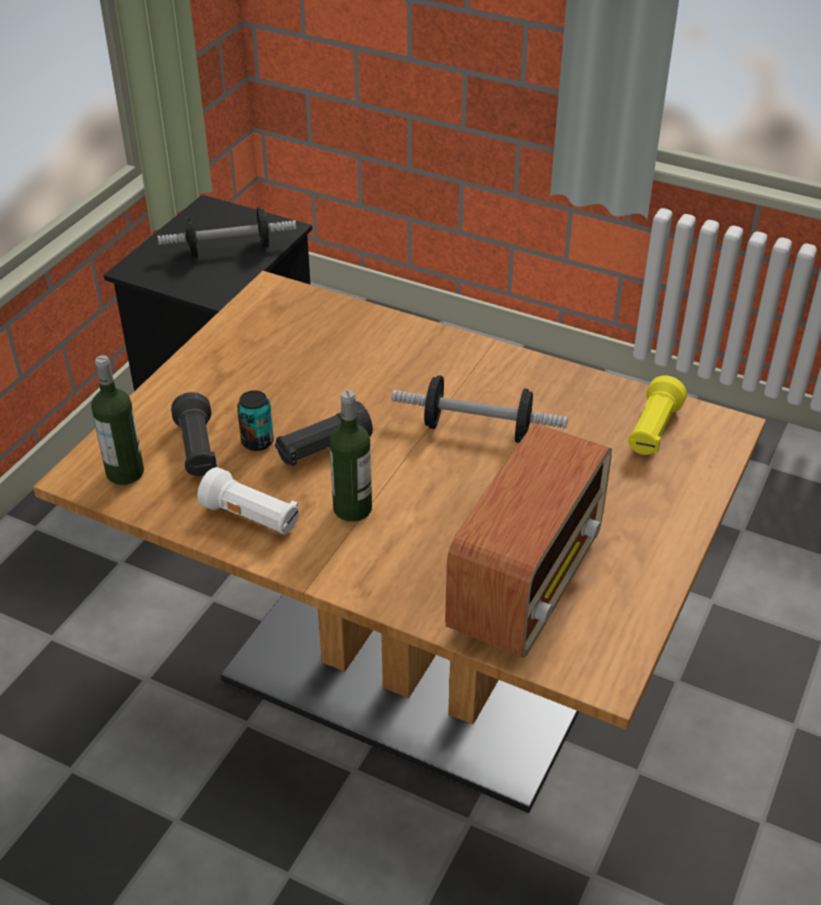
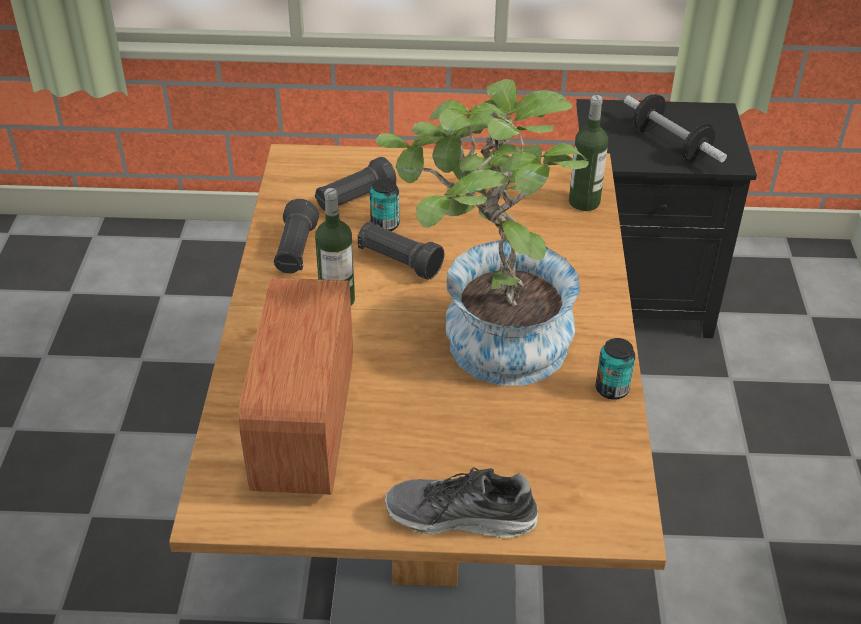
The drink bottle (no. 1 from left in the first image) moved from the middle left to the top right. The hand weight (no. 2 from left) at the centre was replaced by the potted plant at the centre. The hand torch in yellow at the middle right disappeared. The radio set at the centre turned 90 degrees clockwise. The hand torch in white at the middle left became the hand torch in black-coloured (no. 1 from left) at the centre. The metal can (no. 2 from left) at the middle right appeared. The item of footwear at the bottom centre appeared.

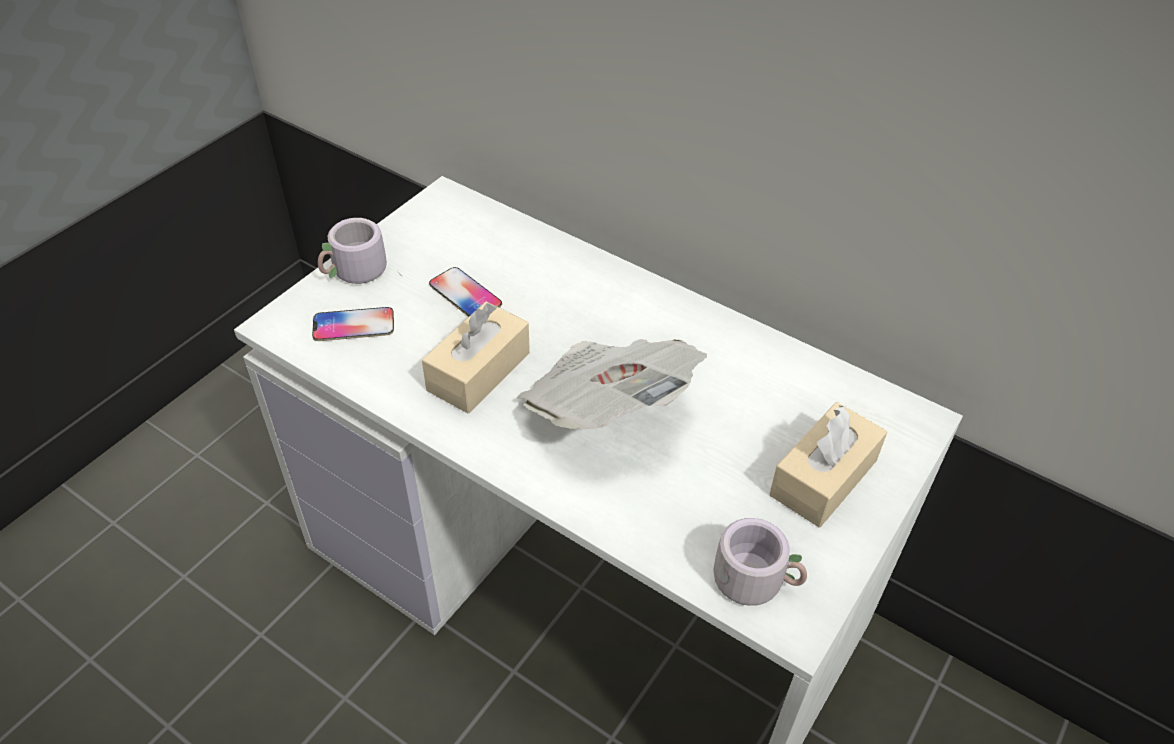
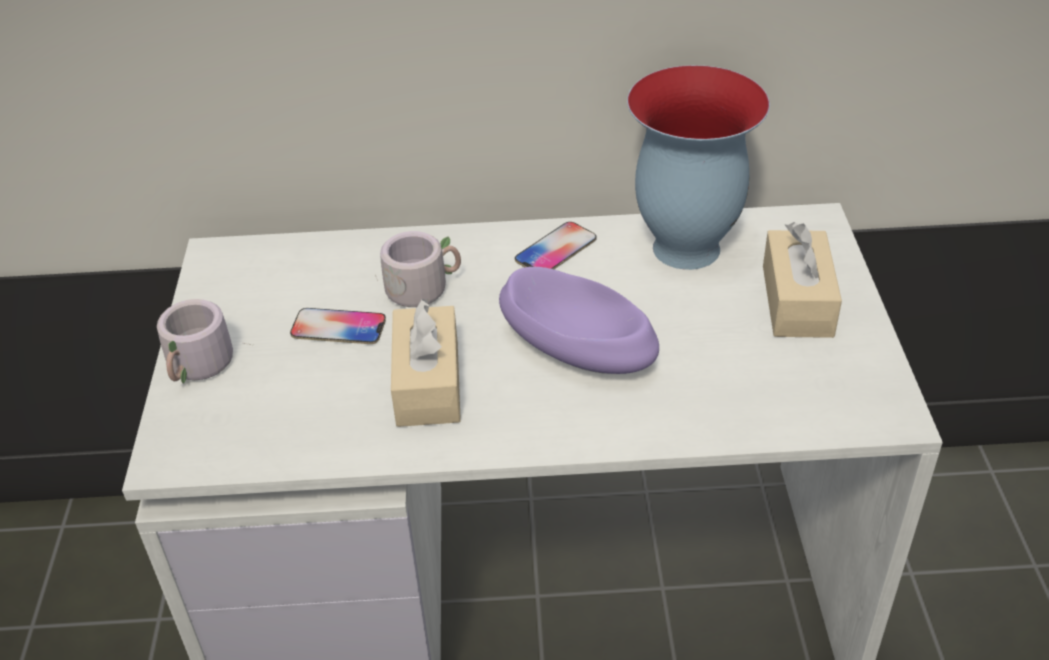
The phone (no. 1 from left in the first image) moved from the middle left to the centre. The daily paper at the centre was replaced by the serving bowl in purple at the centre. The tea mug in greyish (no. 2 from left) moved from the bottom centre to the centre. The decorative vase at the top centre appeared.

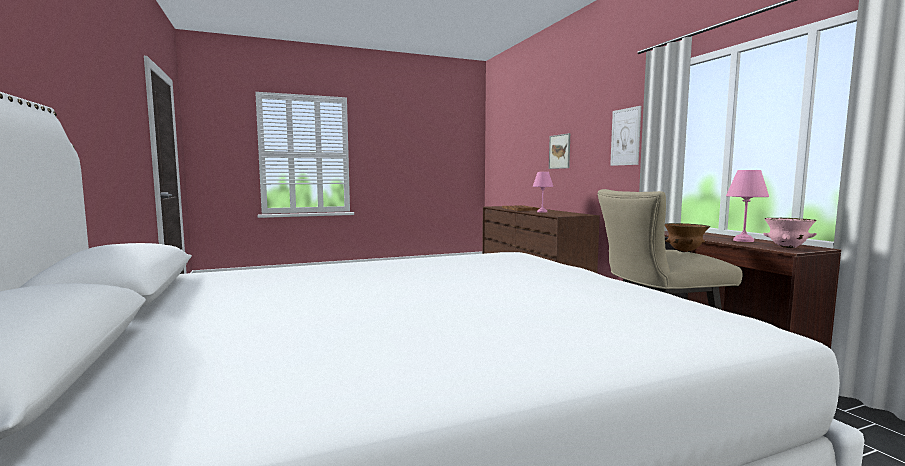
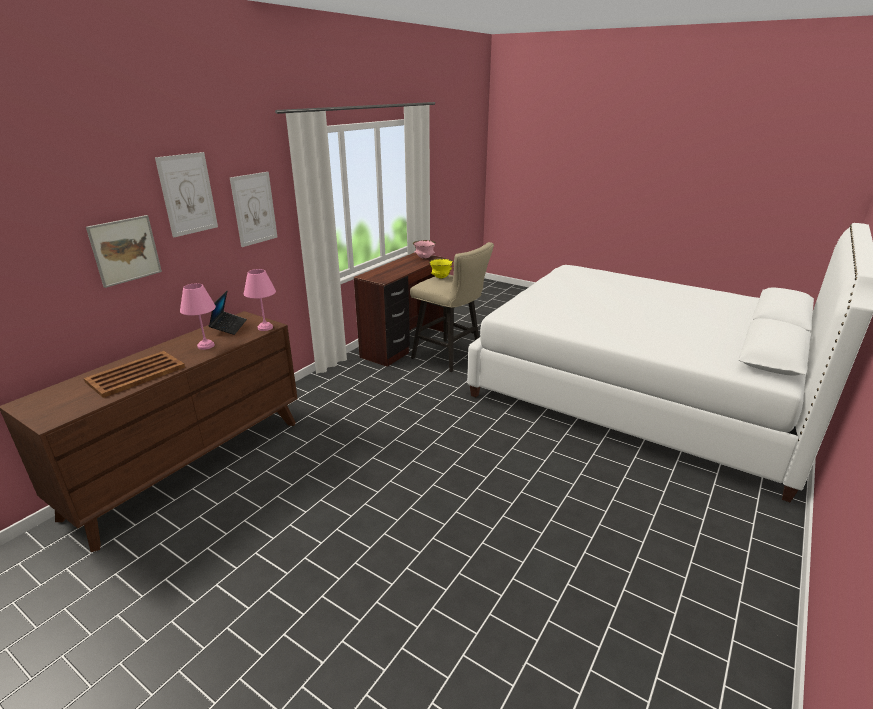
The tabletop lamp in pinkish (no. 2 from left) moved from the middle right to the middle left. The serving bowl in brownish at the middle right became the serving bowl in yellow at the centre. The picture (no. 2 from left) at the top left appeared. The portable computer at the middle left appeared.

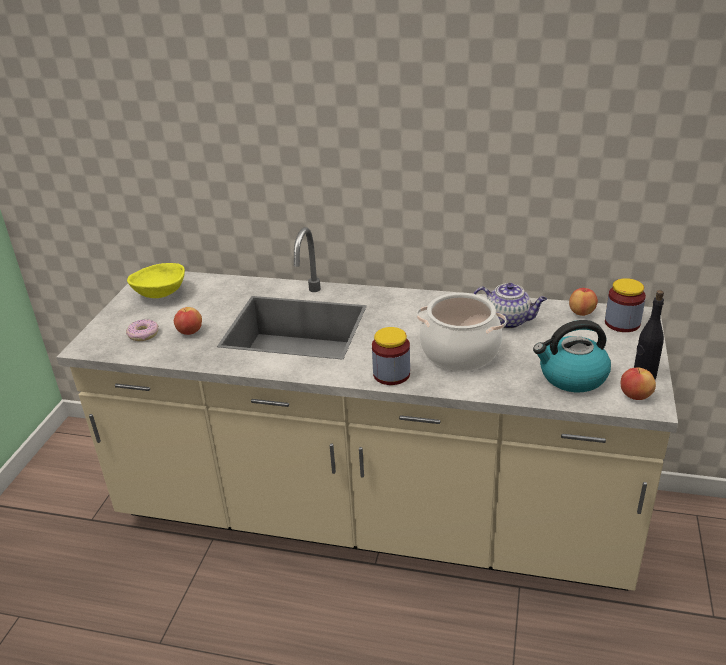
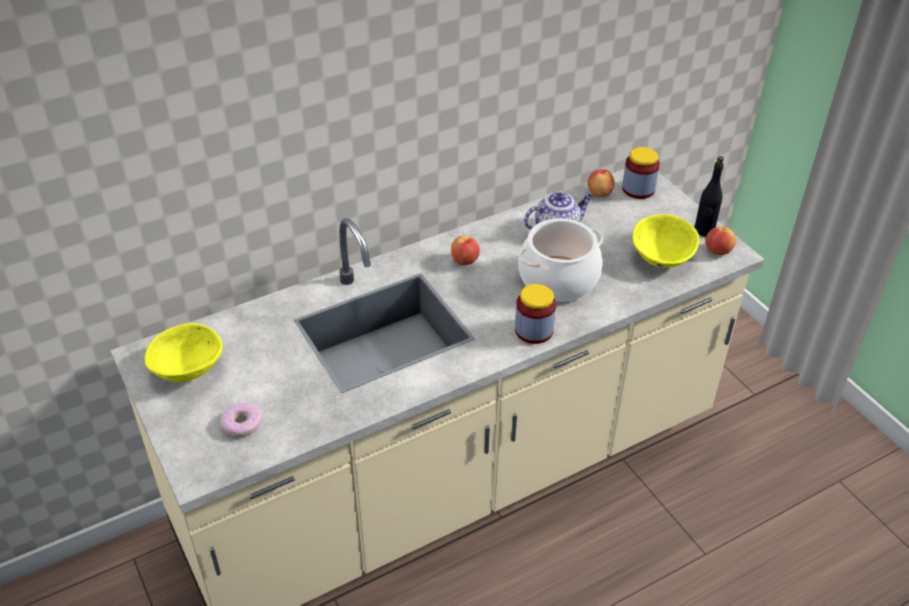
The apple (no. 1 from left) moved from the middle left to the centre. The kettle at the middle right was replaced by the serving bowl in yellow (no. 2 from left) at the middle right.

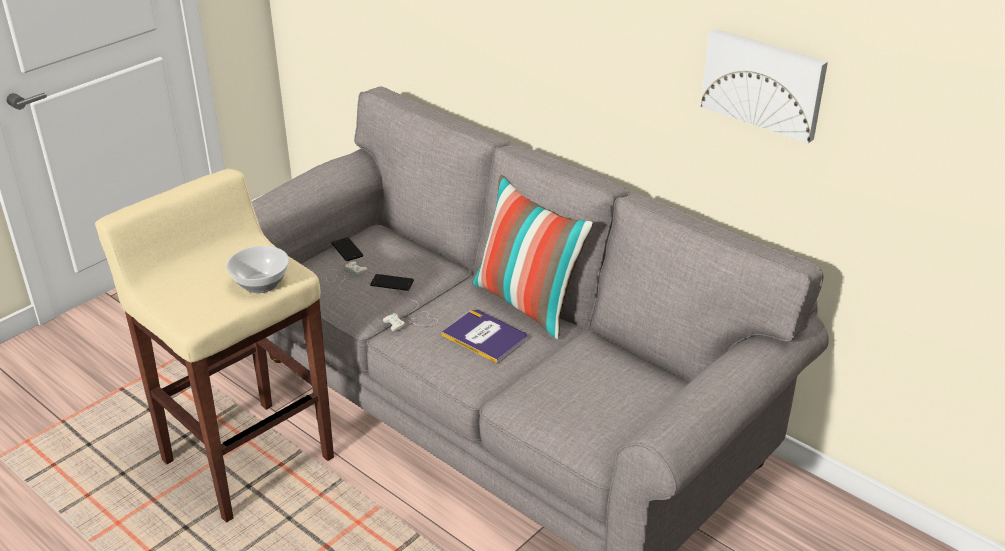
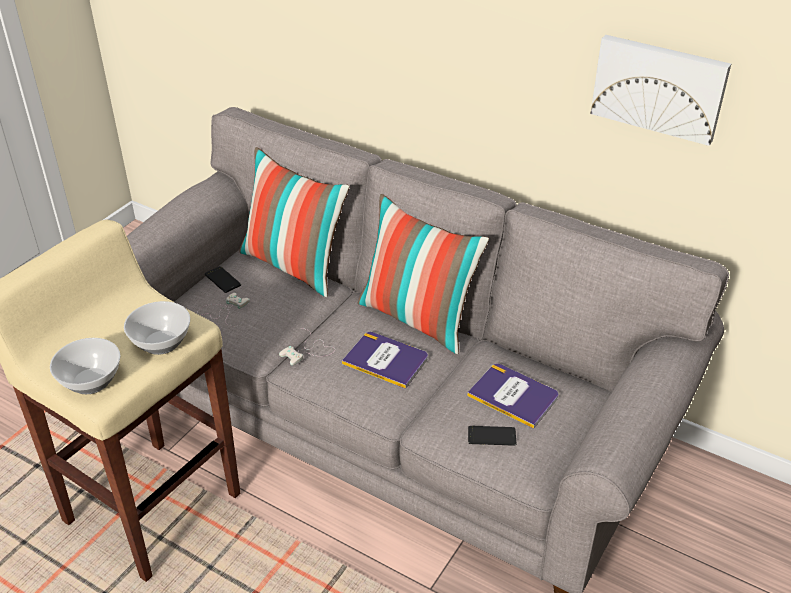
The phone (no. 2 from left) moved from the centre to the bottom centre. The pillow (no. 1 from left) at the centre appeared. The serving bowl (no. 1 from left) at the middle left appeared. The book (no. 2 from left) at the bottom centre appeared.

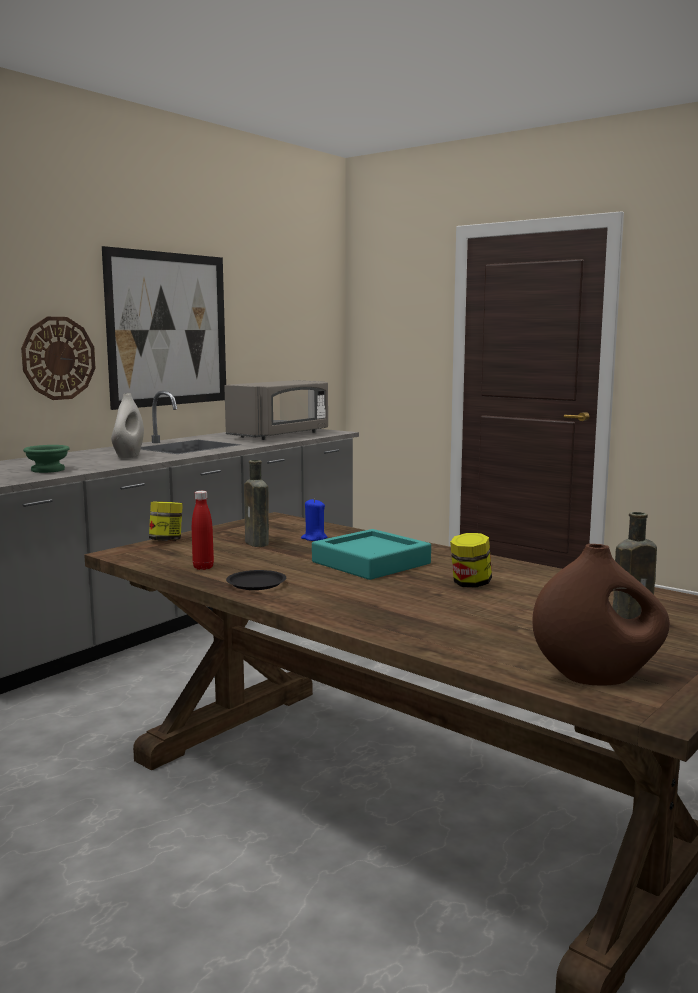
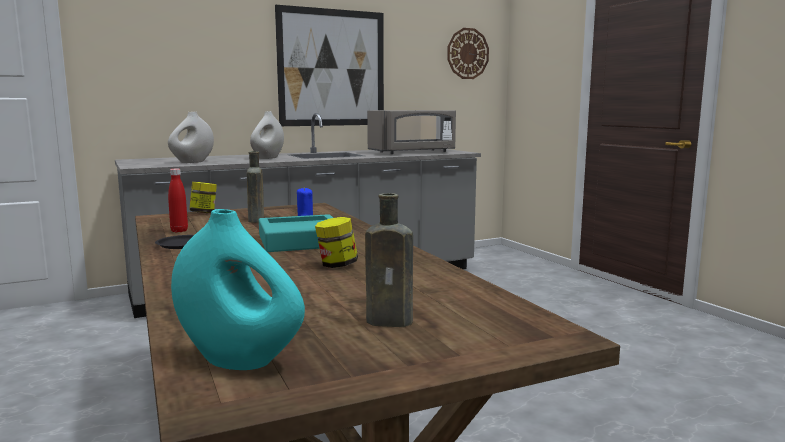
The wall clock moved from the middle left to the top centre. The serving bowl in green at the middle left was replaced by the decorative vase in white (no. 1 from left) at the top left. The decorative vase in brownish at the middle right became the decorative vase in turquoise at the middle left.

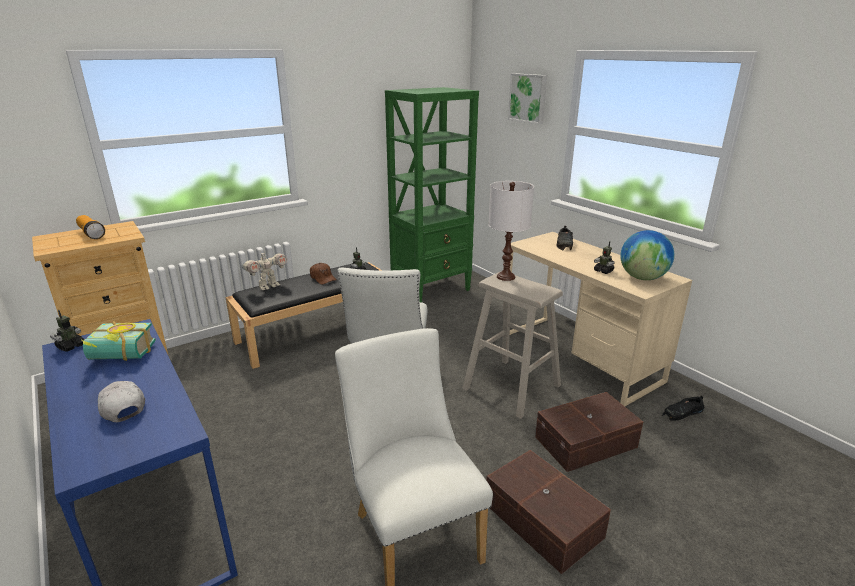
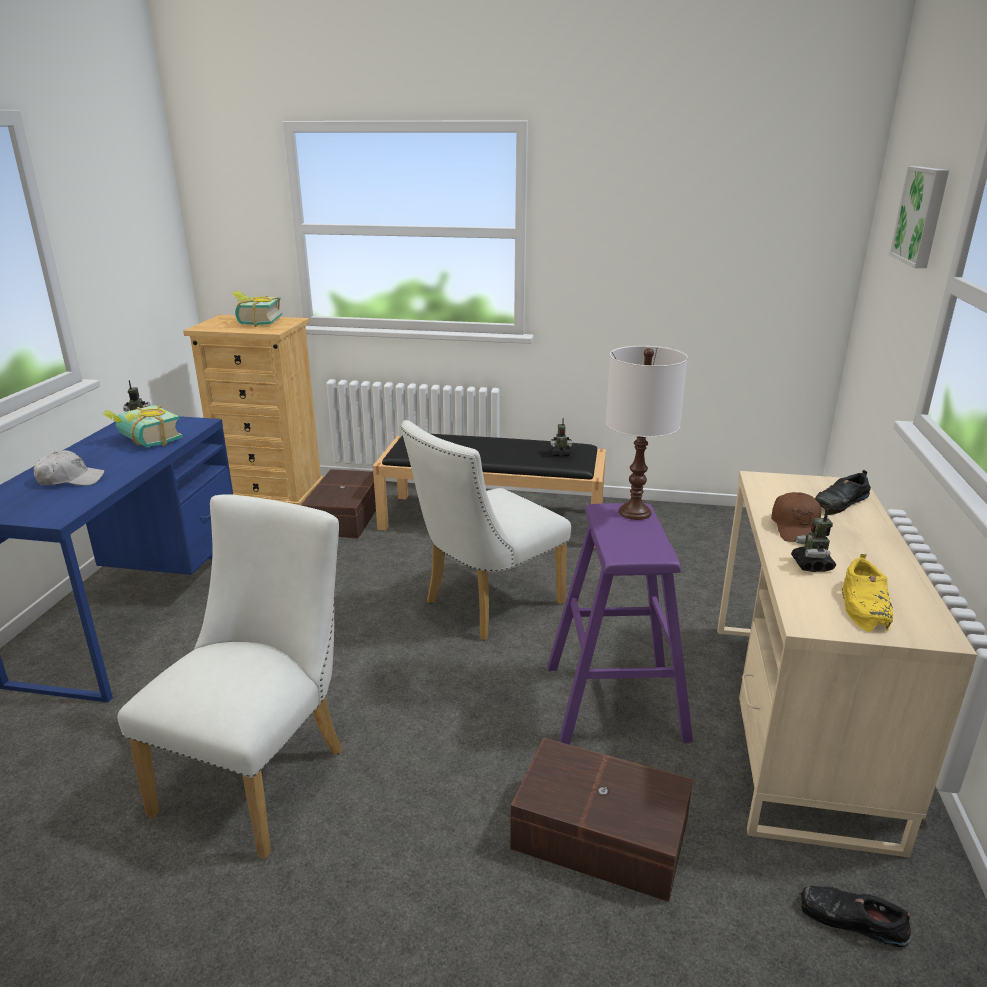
The shelving unit in green at the top centre disappeared. The hand torch at the middle left was replaced by the book (no. 2 from left) at the top left. The globe at the middle right was replaced by the item of footwear in yellow at the middle right. The toy robot (no. 2 from left) at the middle left disappeared. The peaked cap in brownish moved from the centre to the middle right. The sitting stool in beige at the centre became the sitting stool in purple at the centre. The peaked cap in white at the bottom left turned 75 degrees clockwise. The storage container in brownish (no. 1 from left) moved from the bottom centre to the centre.

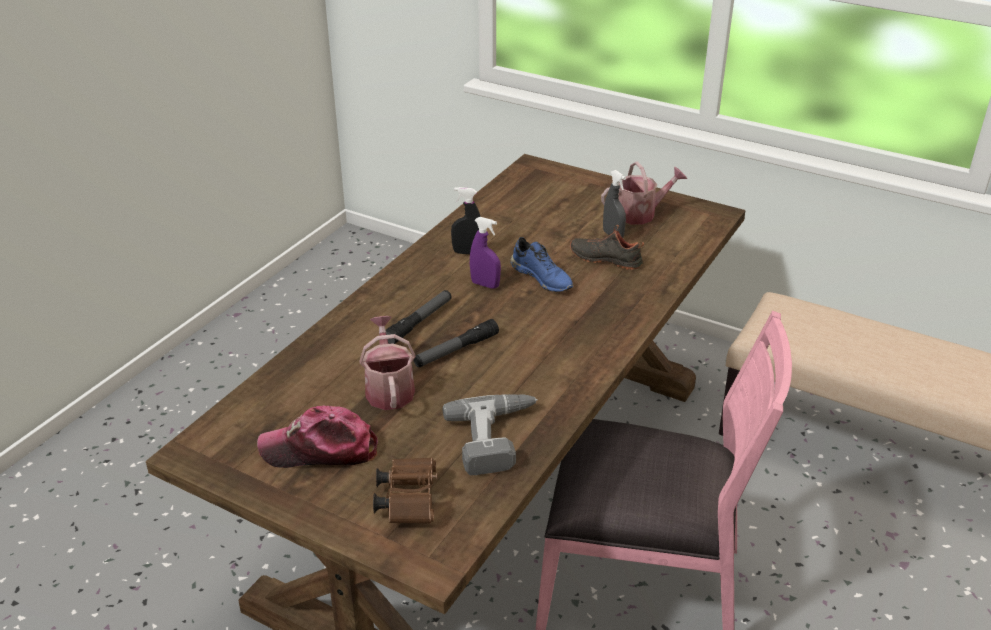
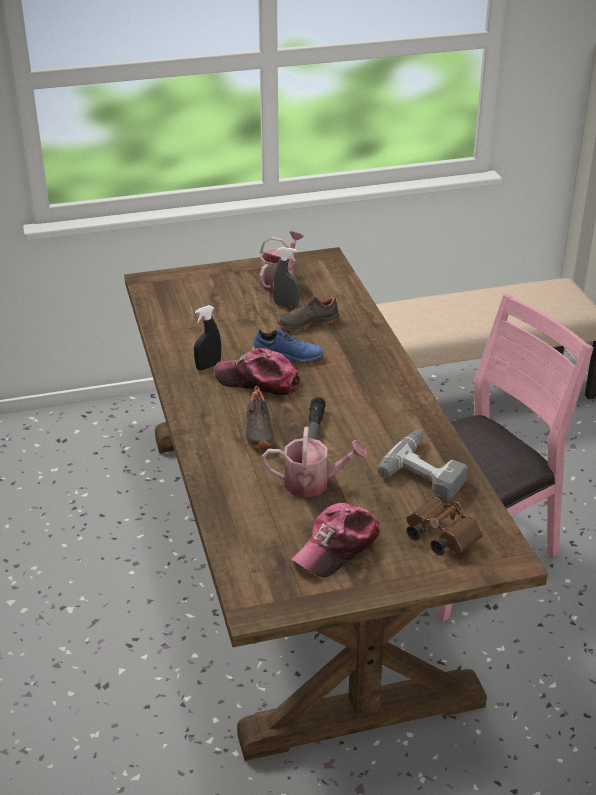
The sprayer in purple at the centre was replaced by the peaked cap (no. 1 from left) at the centre. The hand torch (no. 1 from left) at the centre was replaced by the item of footwear in black-coloured (no. 1 from left) at the centre. The watering can (no. 1 from left in the first image) at the centre turned 150 degrees clockwise.

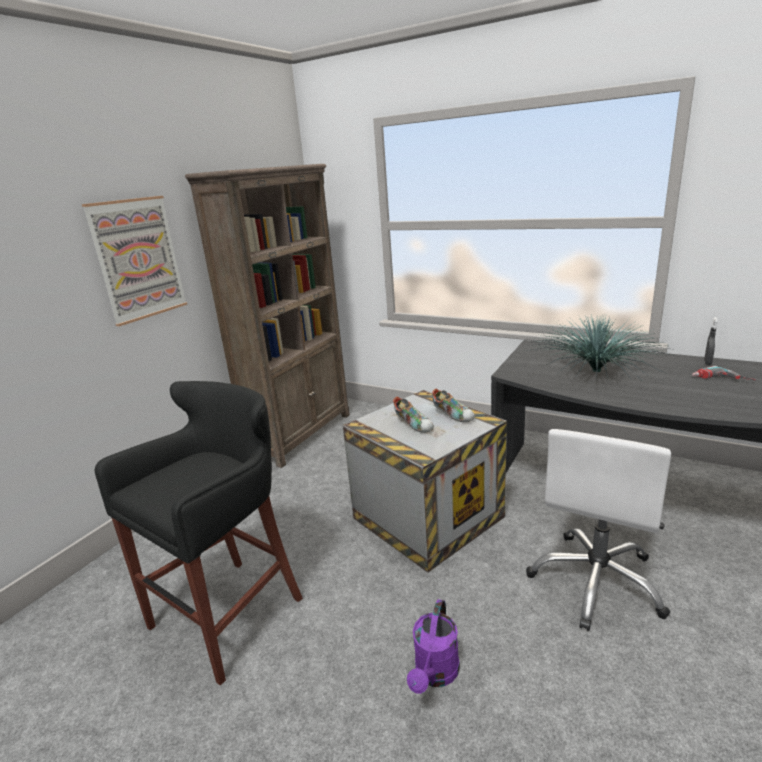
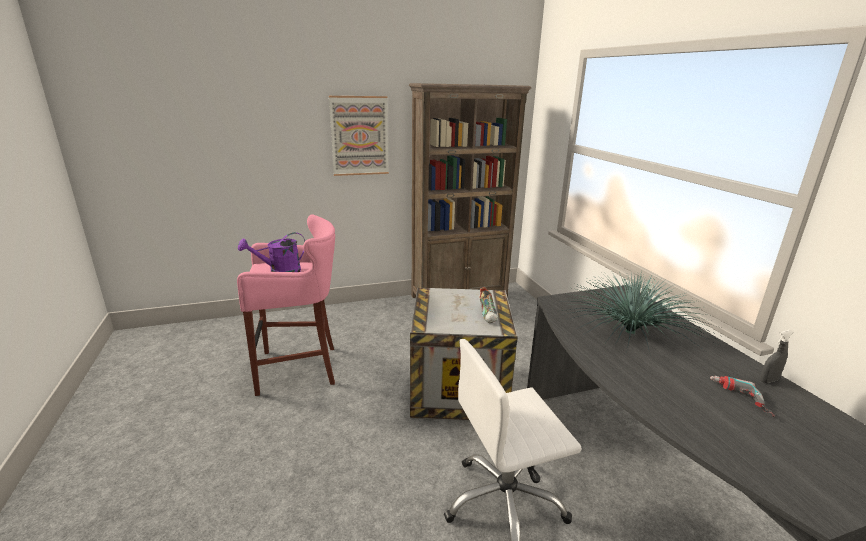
The sitting stool in black-coloured at the bottom left became the sitting stool in pinkish at the middle left. The item of footwear (no. 1 from left) at the centre disappeared. The watering can in purple moved from the bottom centre to the middle left.

